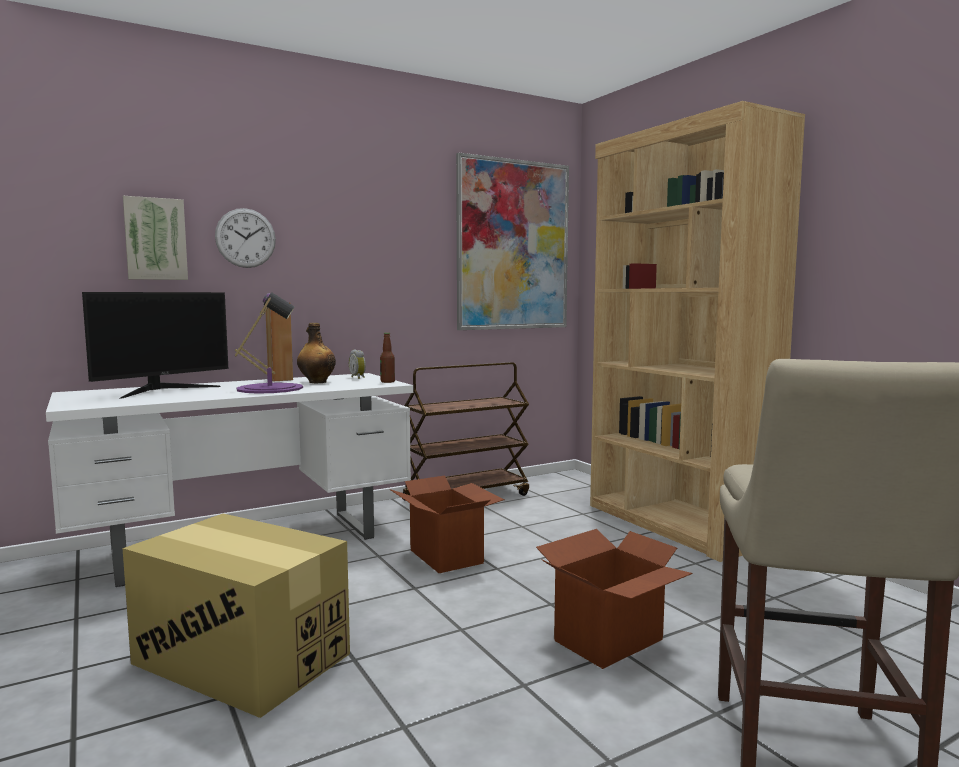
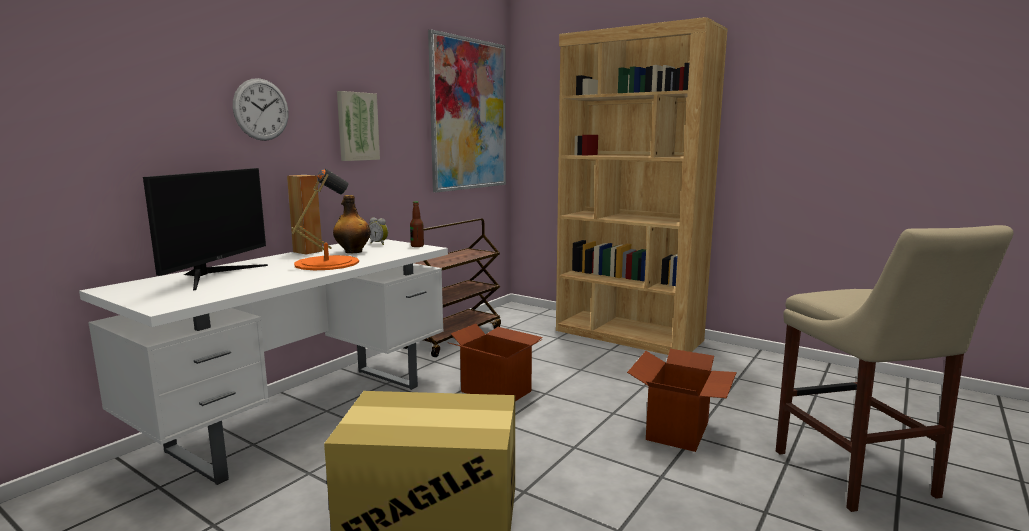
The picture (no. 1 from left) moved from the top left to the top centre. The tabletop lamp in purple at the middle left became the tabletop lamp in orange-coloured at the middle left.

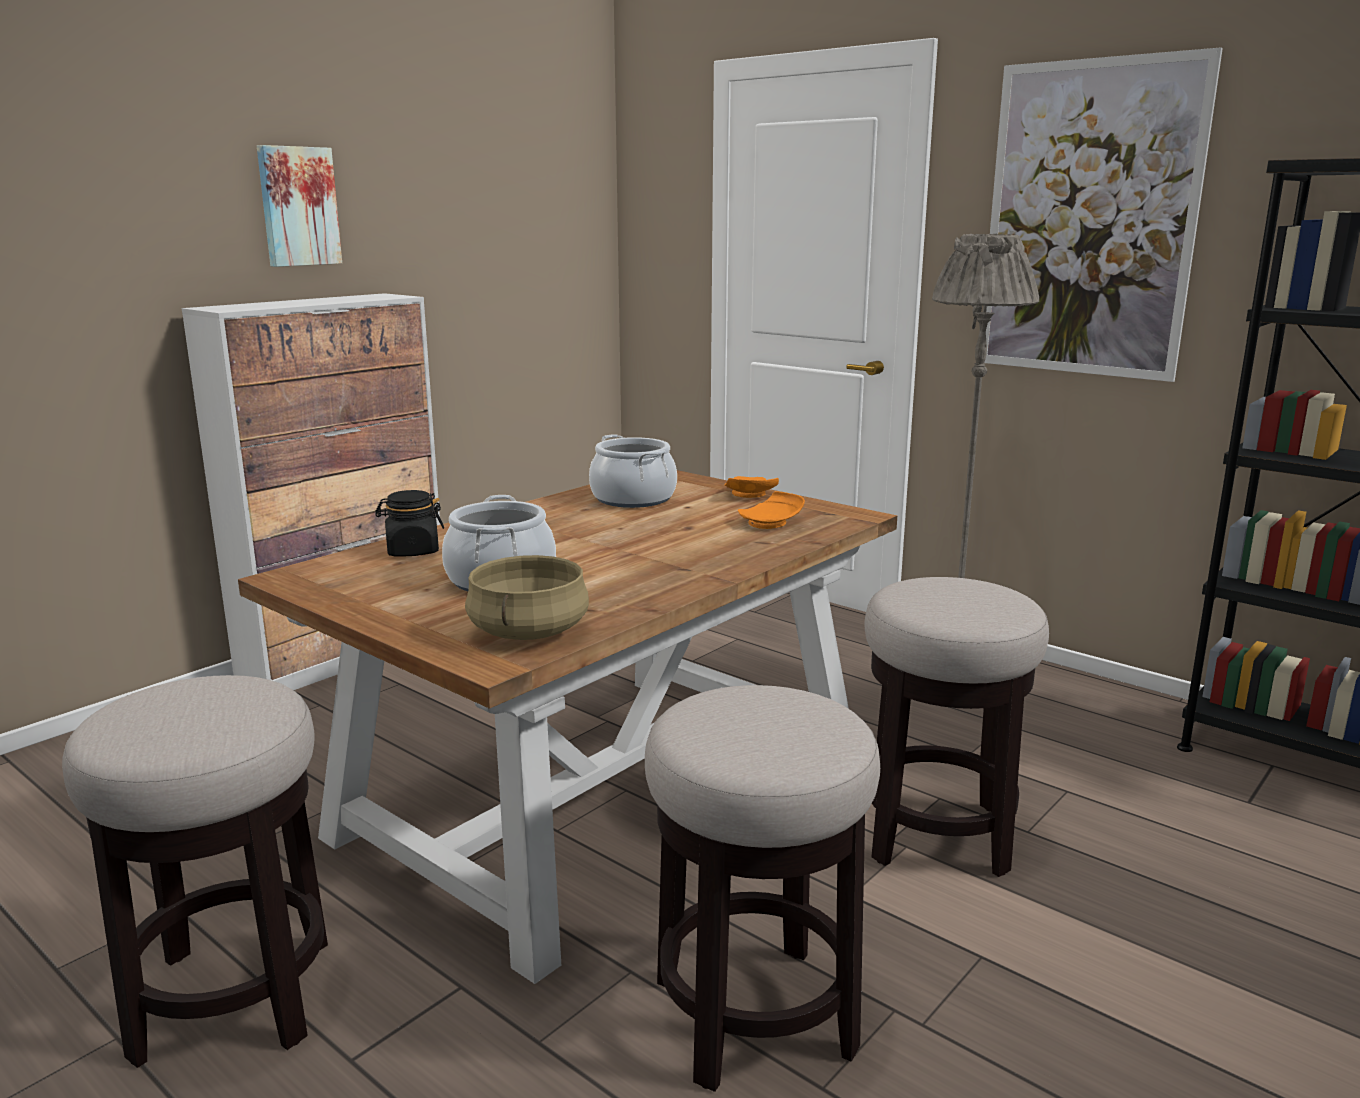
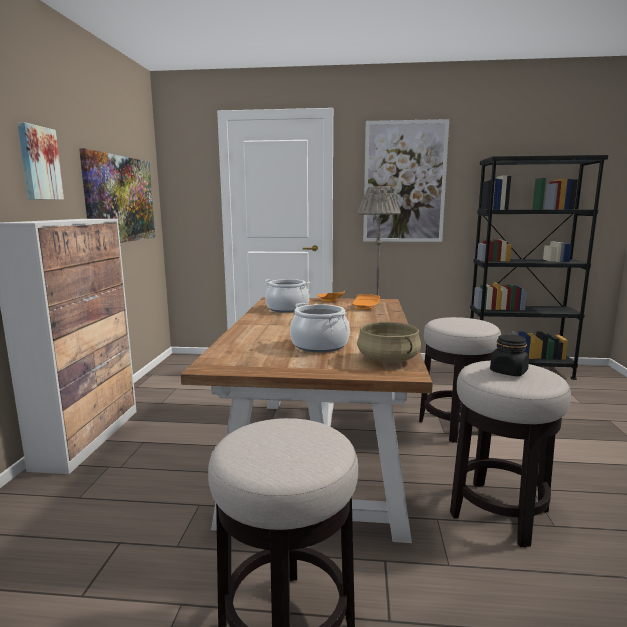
The preserve jar in black-coloured moved from the middle left to the middle right. The picture (no. 2 from left) at the top left appeared.

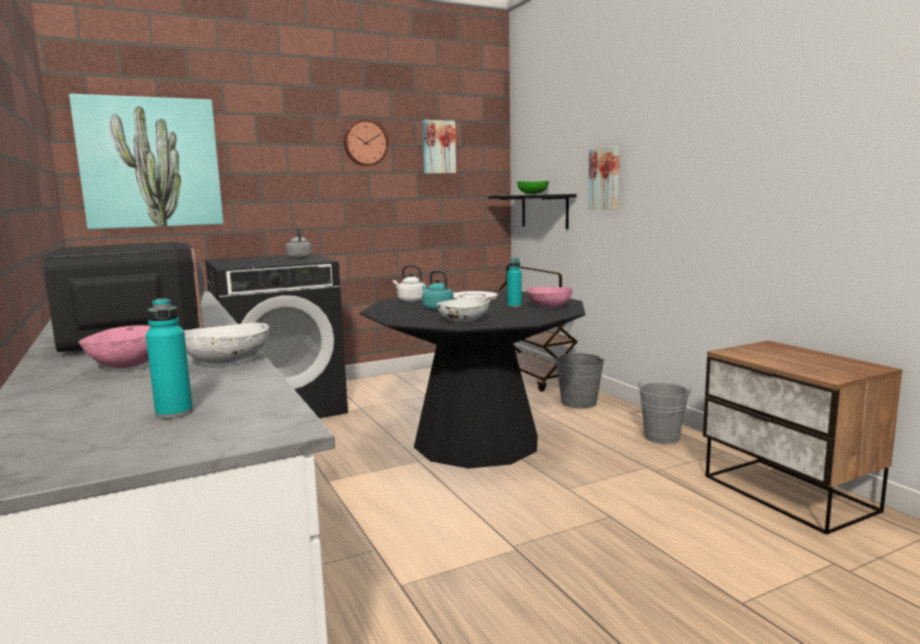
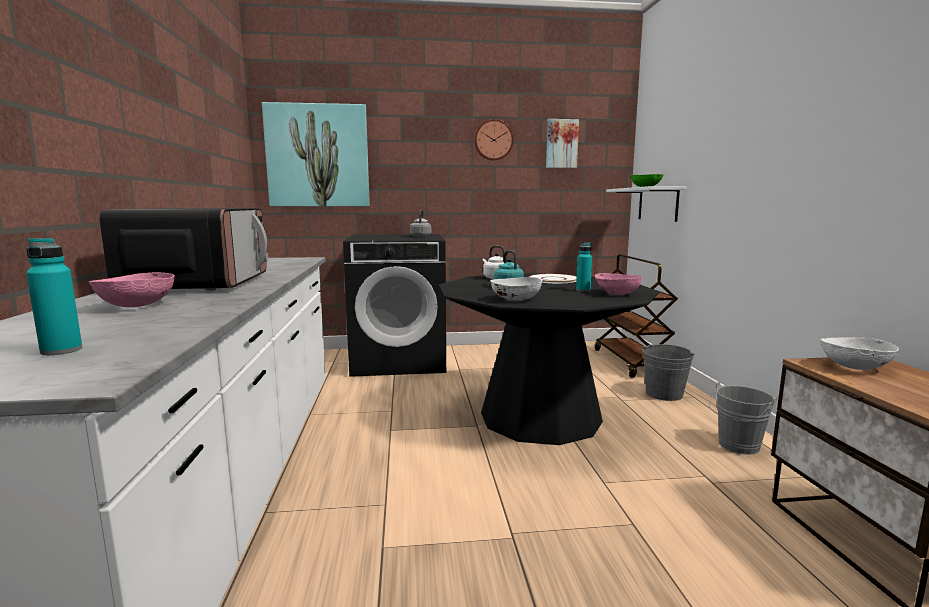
The picture (no. 3 from left) at the top centre disappeared. The wall shelf in black-coloured at the top centre became the wall shelf in white at the middle right. The serving bowl in white (no. 1 from left in the first image) moved from the middle left to the middle right.

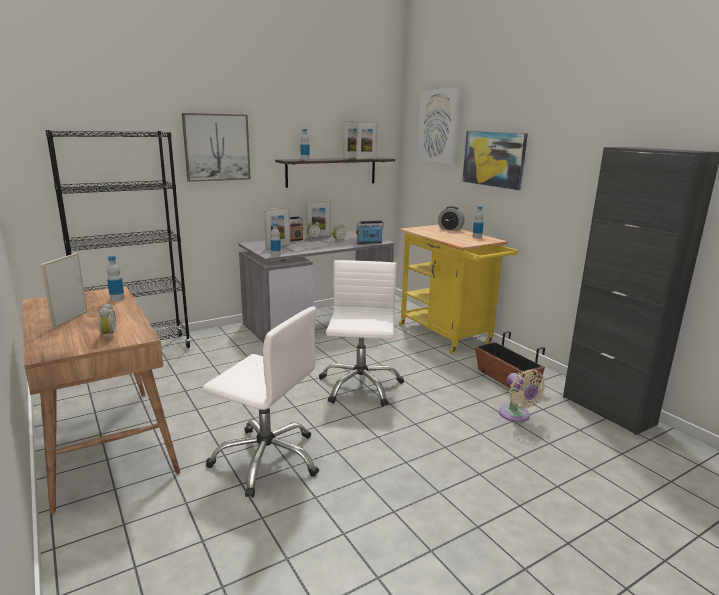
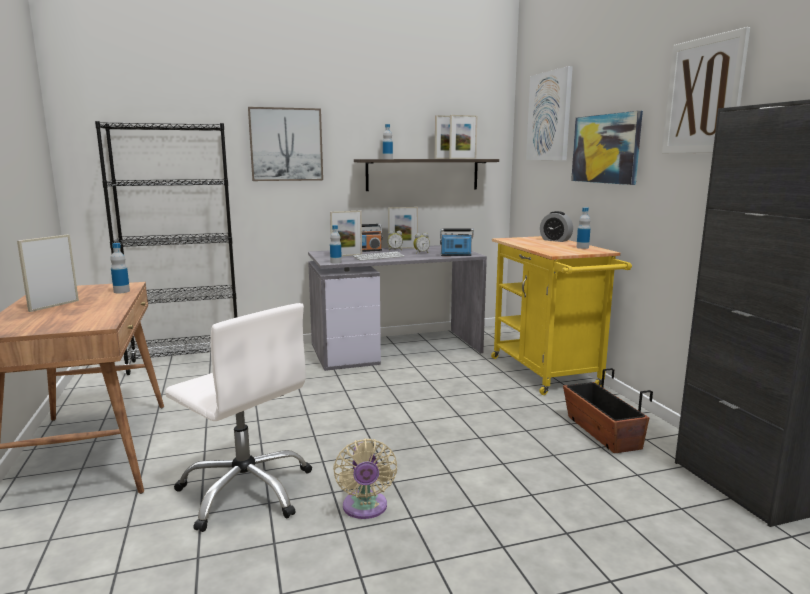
The computer chair in white (no. 2 from left) at the centre disappeared. The alarm clock (no. 1 from left) at the middle left disappeared. The cooling fan in beige moved from the middle right to the bottom centre. The picture (no. 4 from left) at the top right appeared.

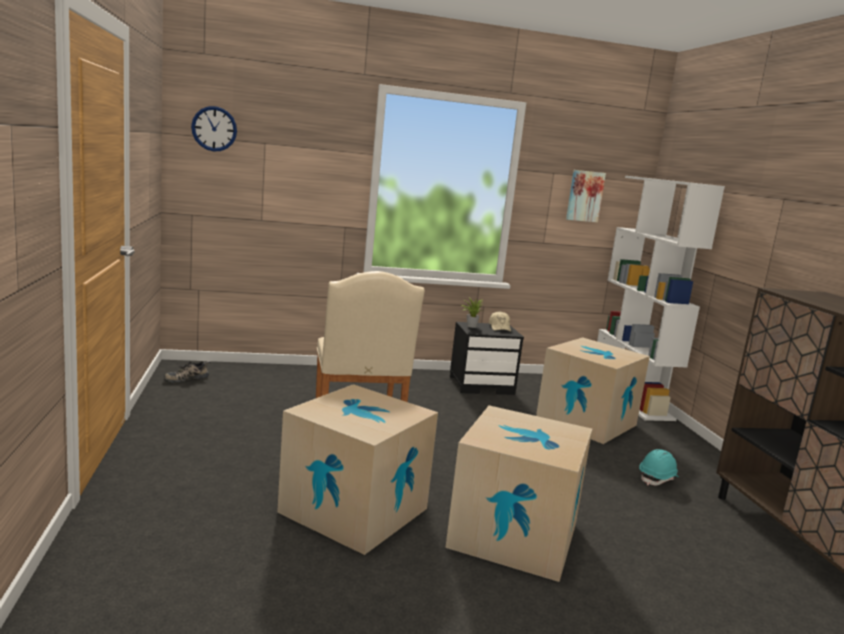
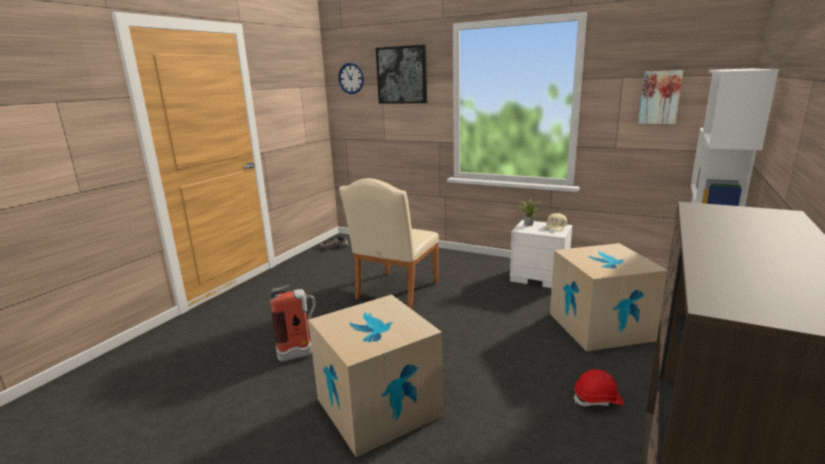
The nightstand in black-coloured at the centre became the nightstand in white at the centre. The carton (no. 1 from left) at the bottom centre was replaced by the fire-fighting cylinder at the bottom centre. The safety helmet in turquoise at the bottom right became the safety helmet in reddish at the bottom right. The picture (no. 1 from left) at the top centre appeared.

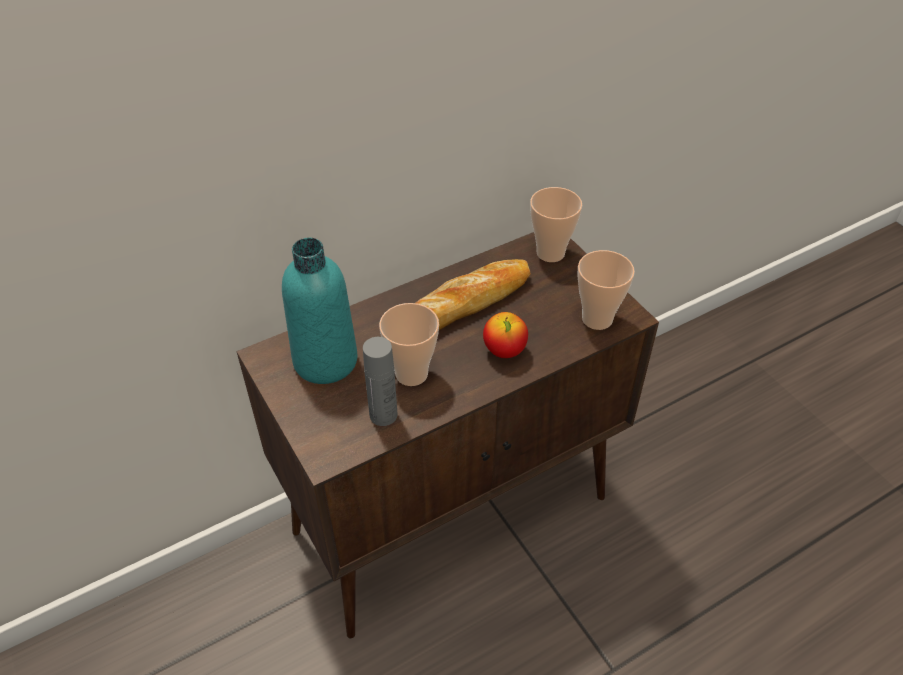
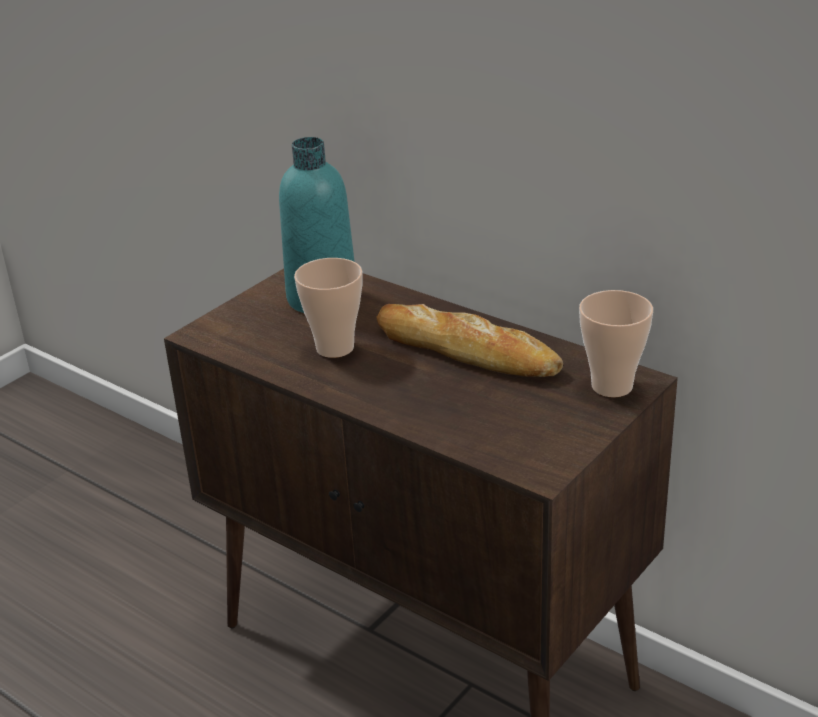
The small cup (no. 3 from left) at the middle right disappeared. The apple at the centre disappeared. The drink bottle in greyish at the centre disappeared.

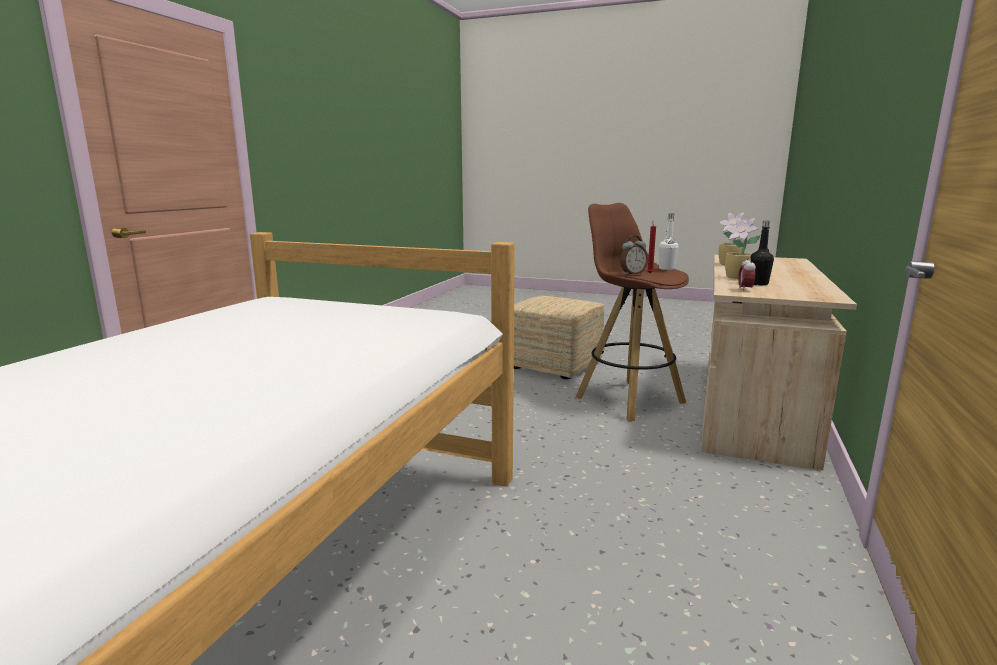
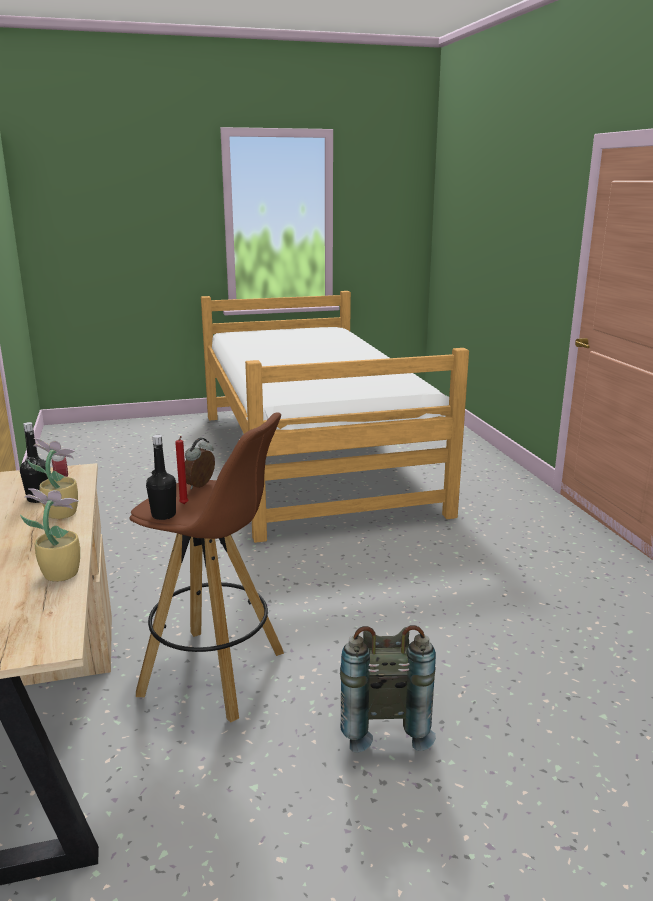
The drink bottle in white at the middle right became the drink bottle in black-coloured (no. 2 from left) at the middle left. The pouffe at the centre was replaced by the knapsack in greyish at the bottom centre.

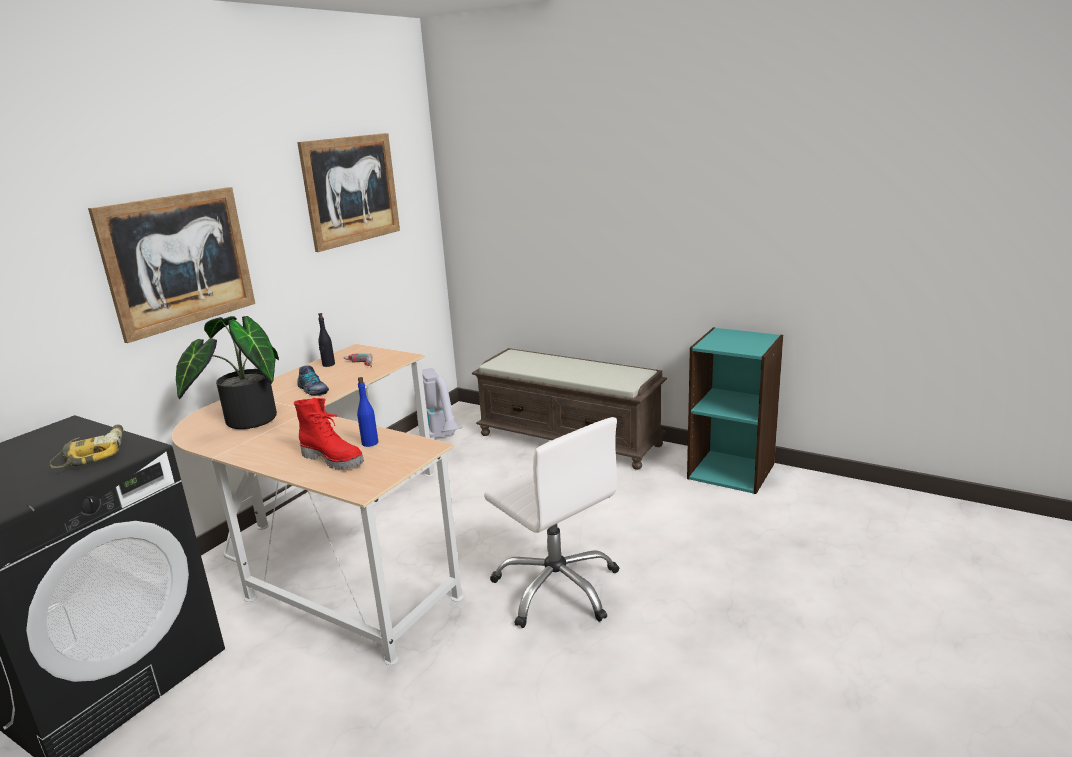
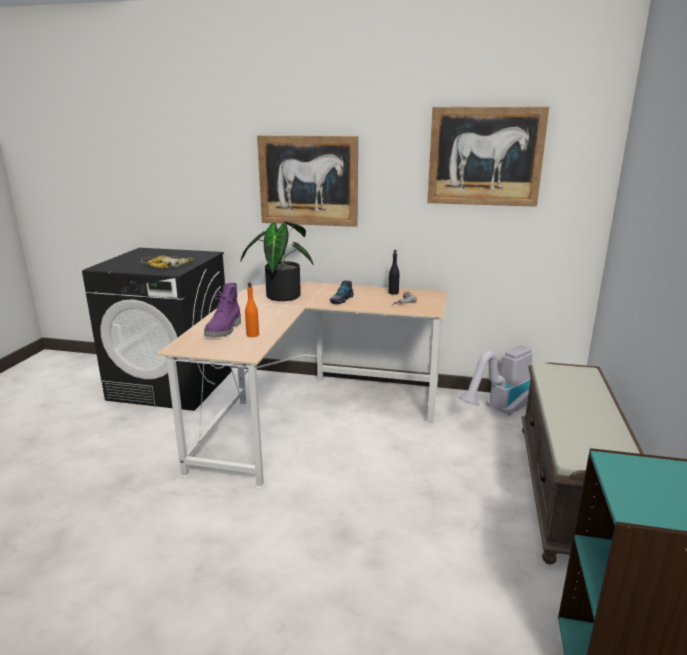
The drink bottle in bluish at the centre became the drink bottle in orange-coloured at the centre. The boot in reddish at the middle left became the boot in purple at the middle left. The computer chair in white at the bottom centre disappeared.

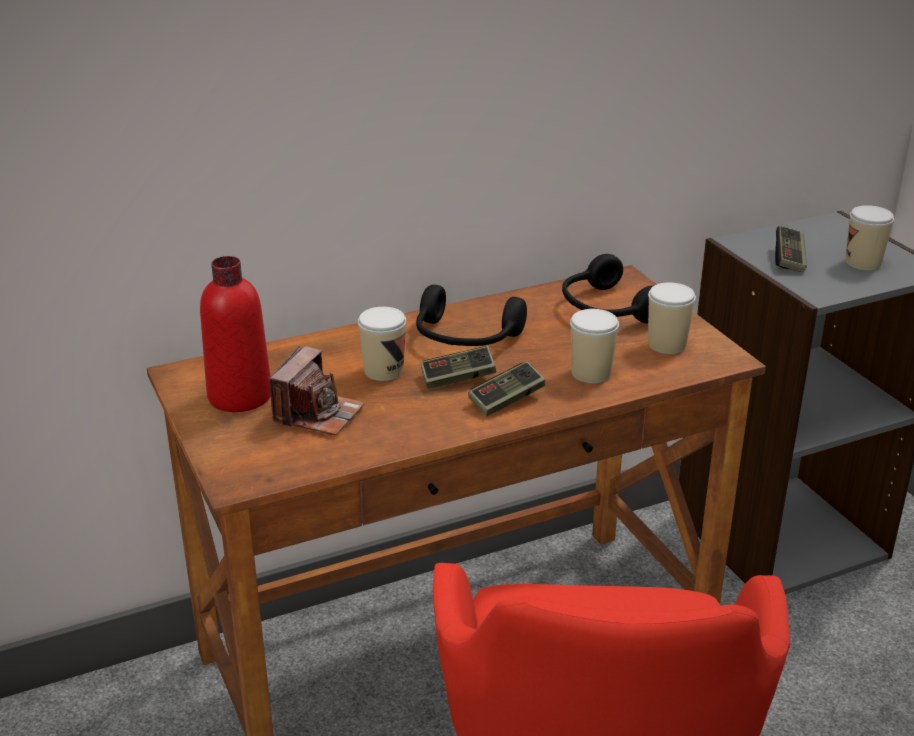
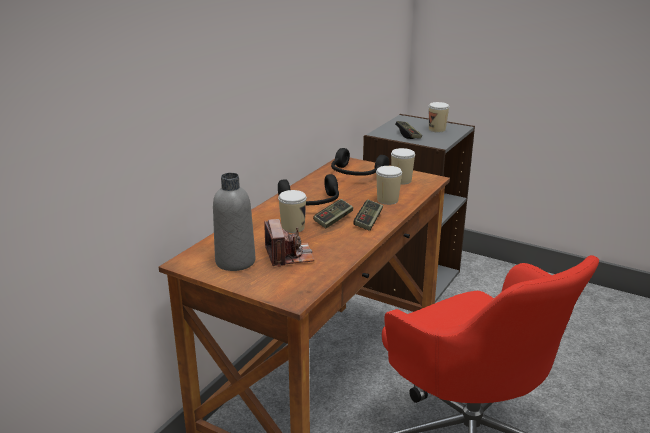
The drink bottle in reddish at the middle left became the drink bottle in greyish at the centre.

